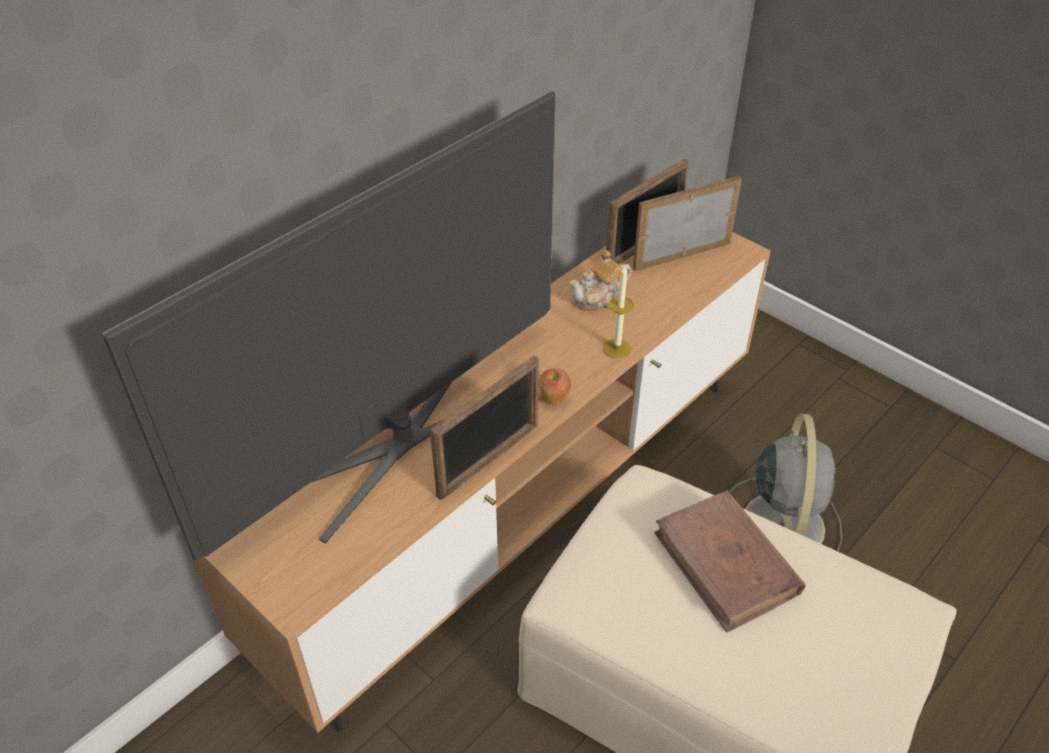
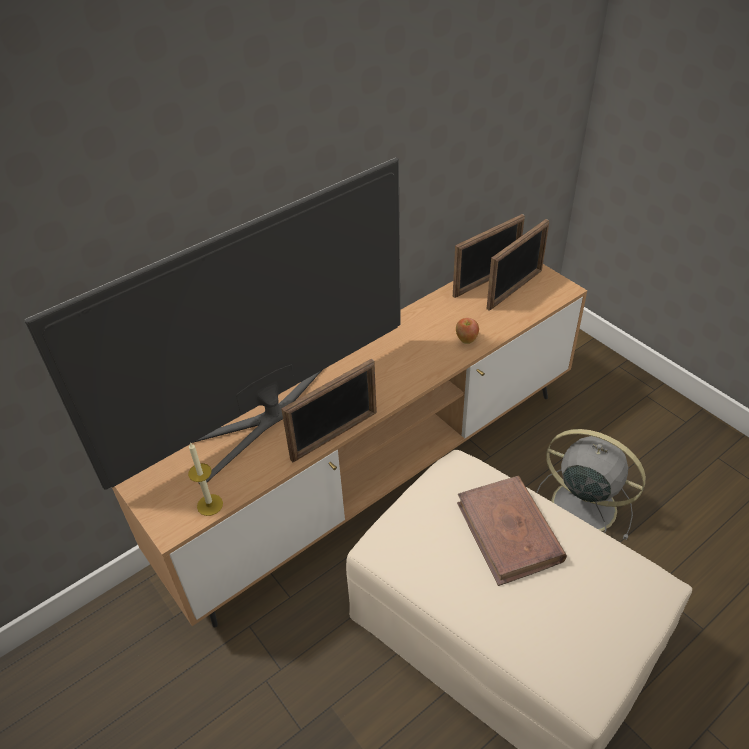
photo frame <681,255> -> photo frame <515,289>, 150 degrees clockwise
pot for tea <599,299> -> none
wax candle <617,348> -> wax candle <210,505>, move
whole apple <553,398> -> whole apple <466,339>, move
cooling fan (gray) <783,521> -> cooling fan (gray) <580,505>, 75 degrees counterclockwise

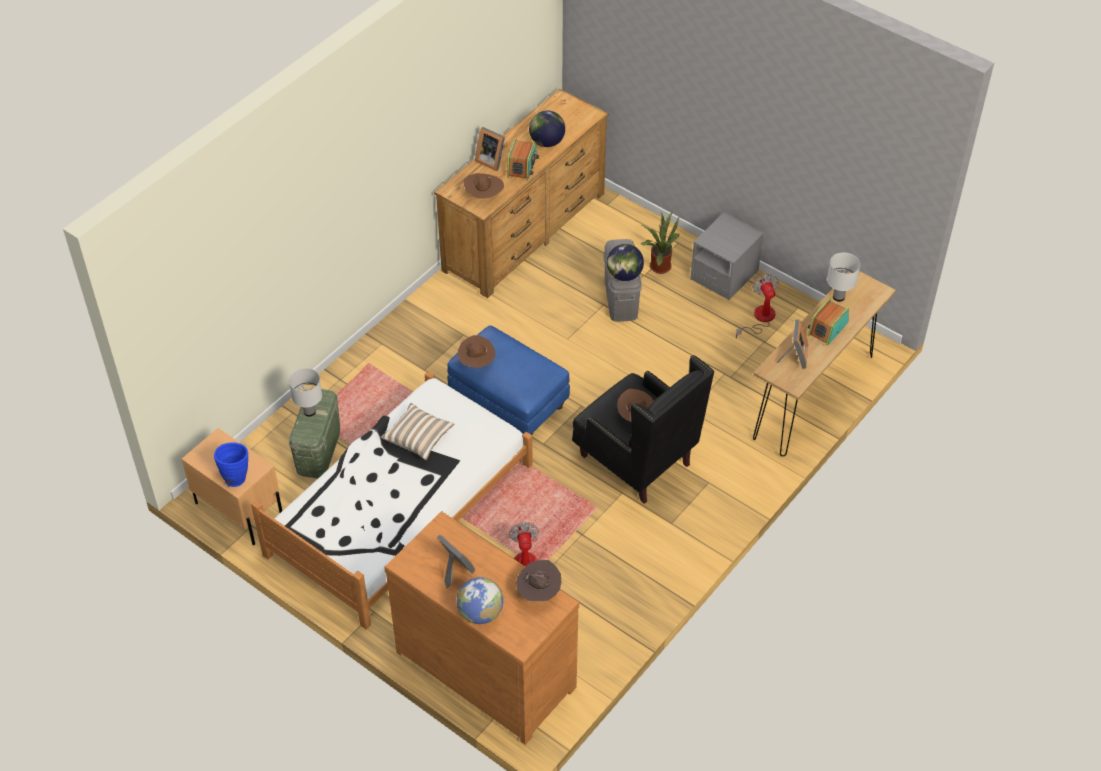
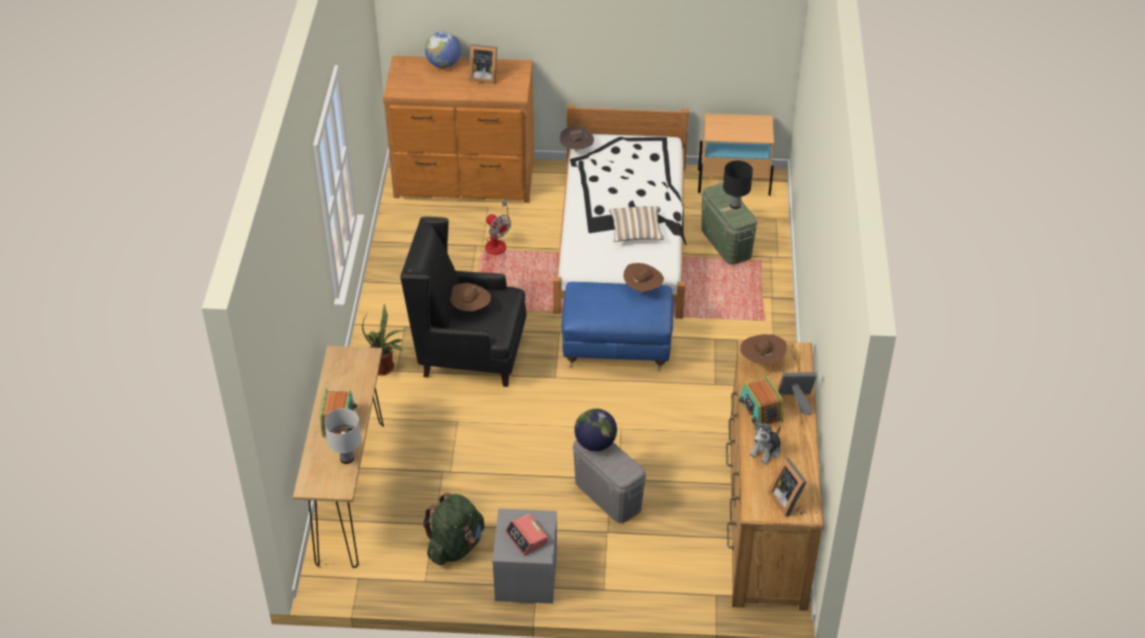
desk globe <547,142> -> plush toy <766,451>
plant in a pot <658,266> -> plant in a pot <385,368>, move
cooling fan <759,319> -> rucksack (green-coloured) <455,546>
photo frame <794,357> -> photo frame <788,499>, move
lamp for a table (white-coloured) <309,412> -> lamp for a table (black-coloured) <735,205>
vase (bluish) <236,476> -> none
clothing hat (brown-coloured) <539,592> -> clothing hat (brown-coloured) <576,150>, move
none -> alarm clock <527,538>

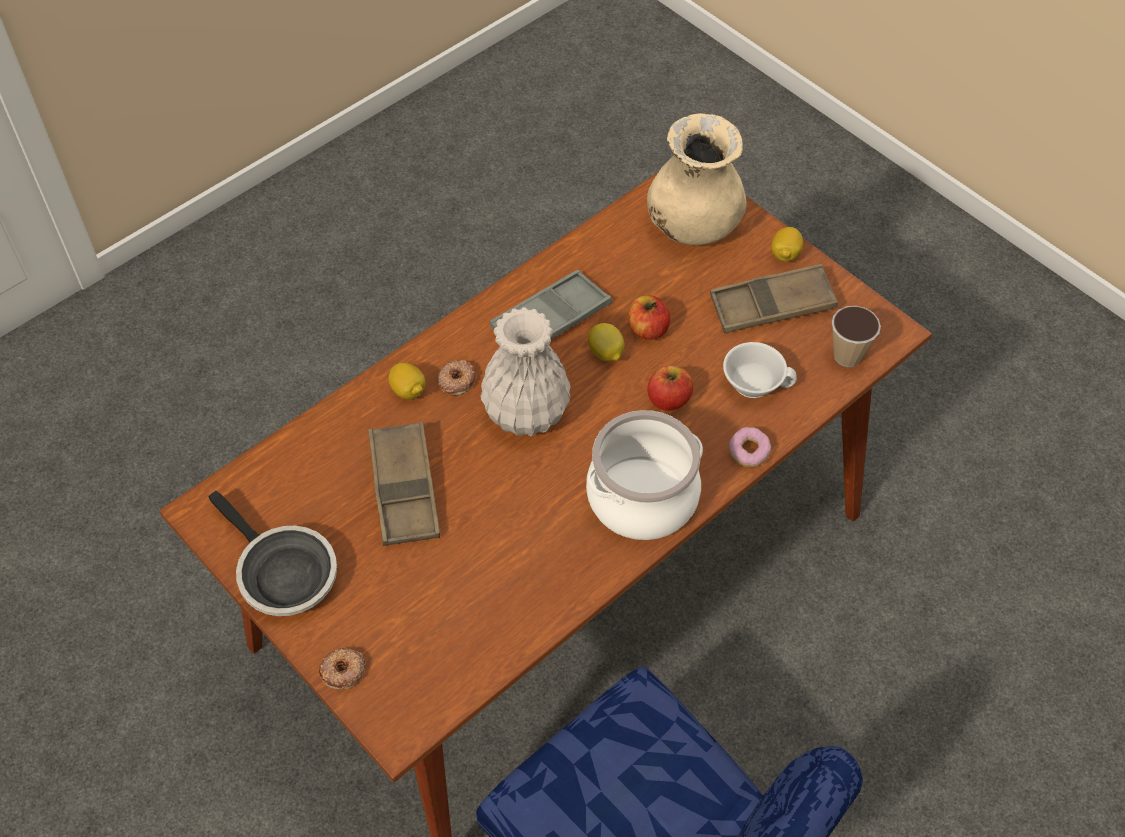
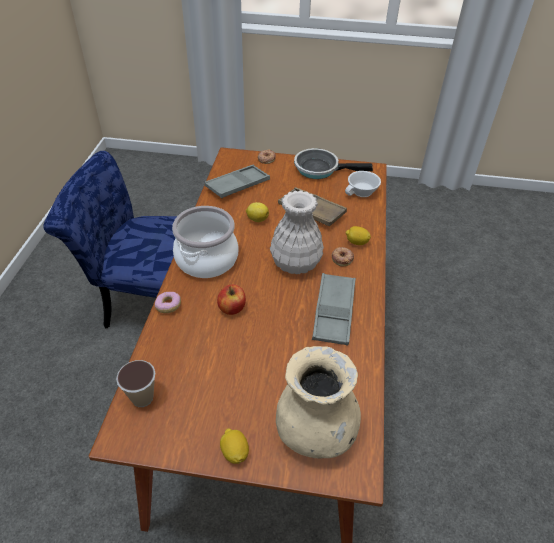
carrying tray (brown-coloured) <772,305> -> none
whole apple <648,329> -> none
lemon <606,353> -> lemon <257,219>, move
drinking cup (white-coloured) <754,381> -> drinking cup (white-coloured) <362,192>, move
none -> carrying tray (gray) <238,185>

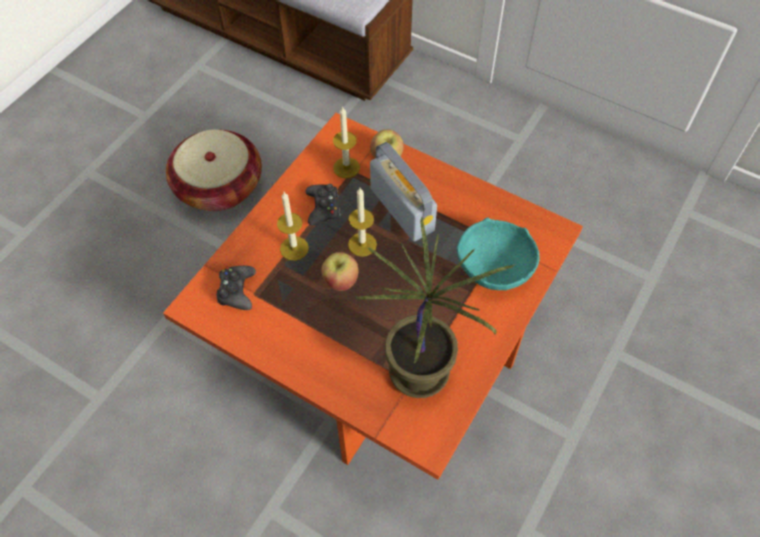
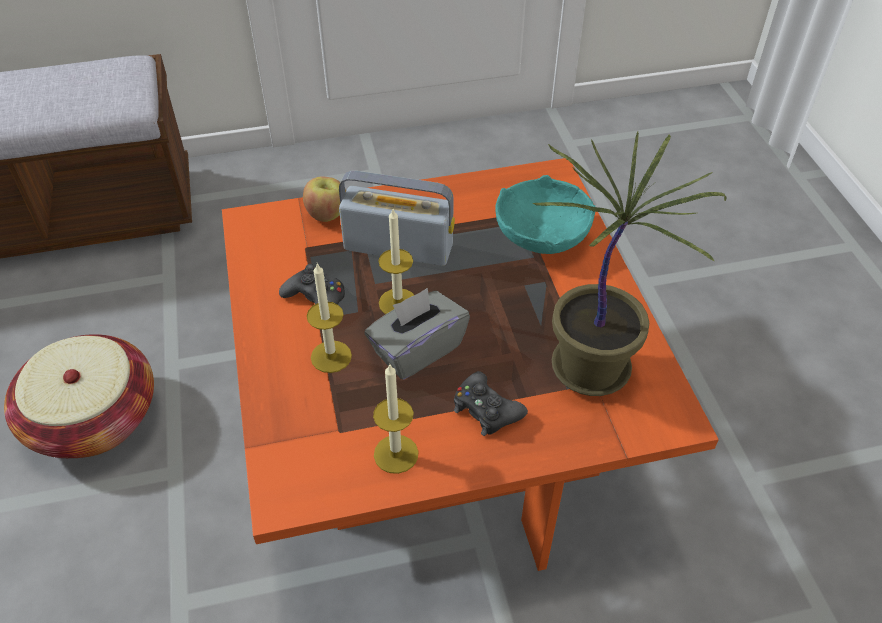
wax candle <346,167> -> wax candle <396,454>, move
whole apple <340,281> -> tissue holder (gray) <417,349>
joypad (black-coloured) <236,291> -> joypad (black-coloured) <486,410>, move

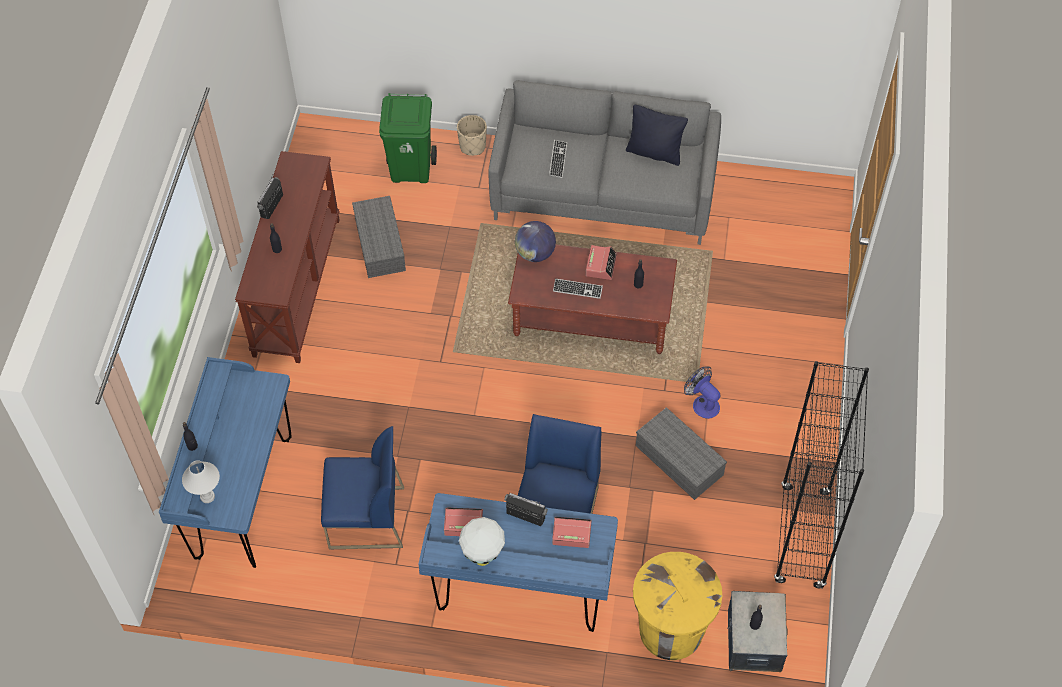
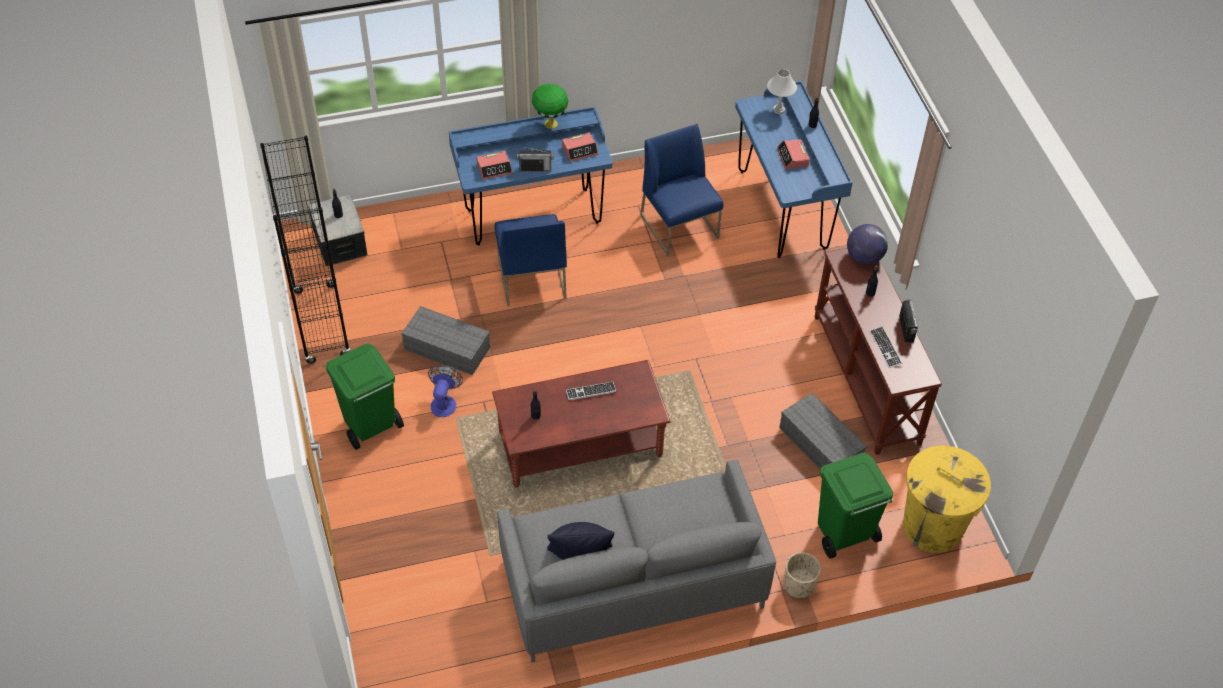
computer keyboard <558,159> -> computer keyboard <885,348>, move
desk globe <535,253> -> desk globe <864,257>, move
alarm clock <601,265> -> alarm clock <792,158>, move
cooling fan <702,403> -> cooling fan <444,402>, 105 degrees counterclockwise
chair (bluish) <366,518> -> chair (bluish) <680,226>, 90 degrees clockwise
lamp for a table (white-coloured) <483,558> -> lamp for a table (green-coloured) <550,124>
trash can (yellow-coloured) <671,630> -> trash can (yellow-coloured) <932,526>, move
none -> trash can (green-coloured) <370,426>

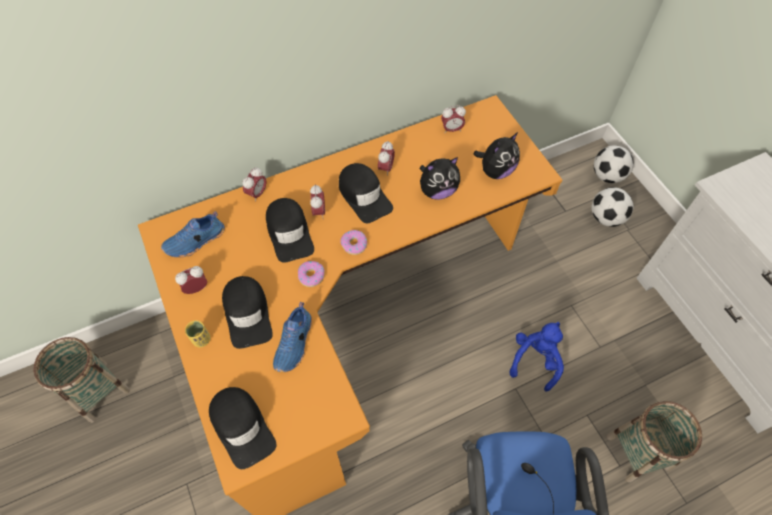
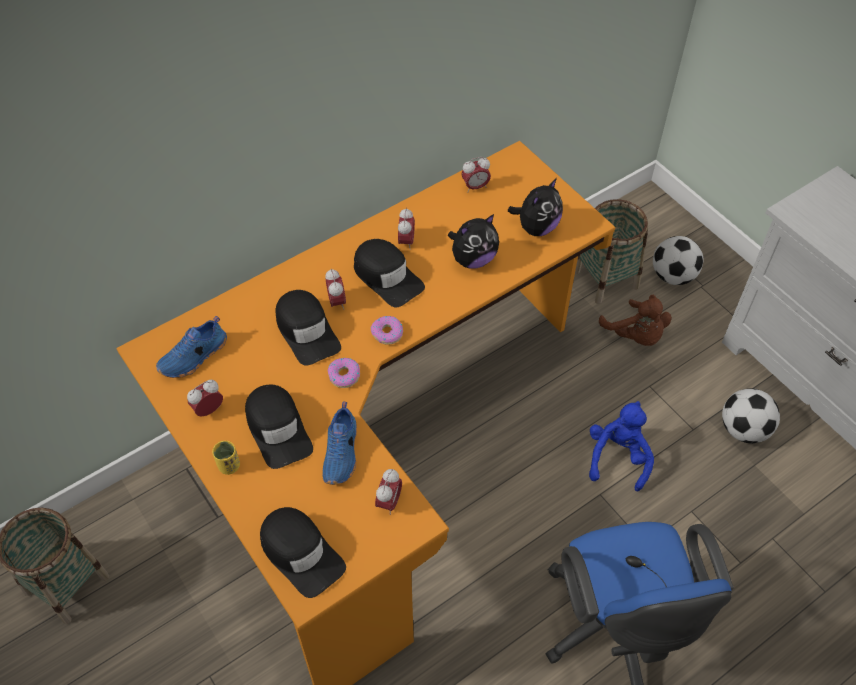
football <607,176> -> football <743,429>, move
alarm clock <257,193> -> alarm clock <389,502>, move
storage basket <638,452> -> storage basket <606,279>, move
none -> plush toy (brown-coloured) <635,335>

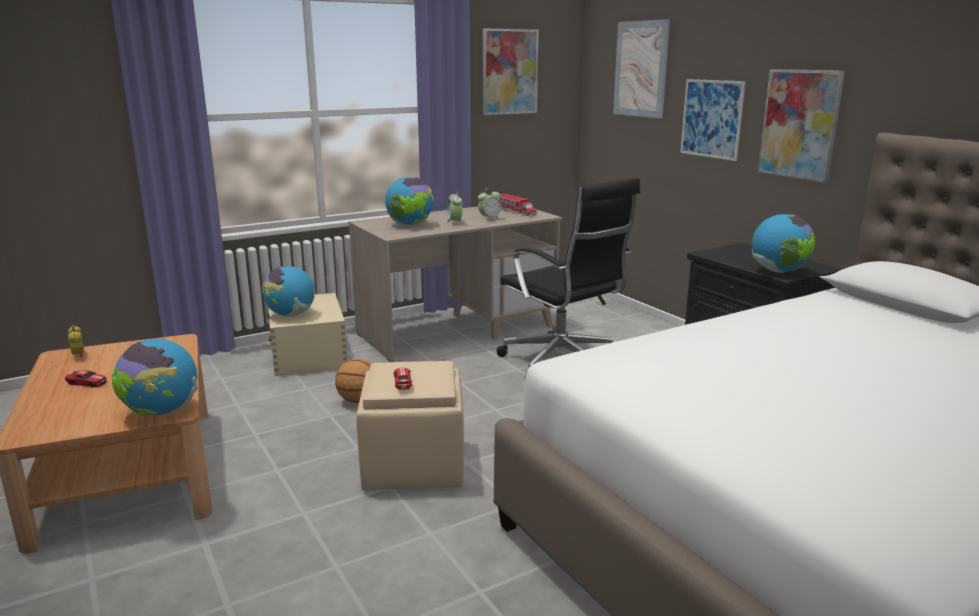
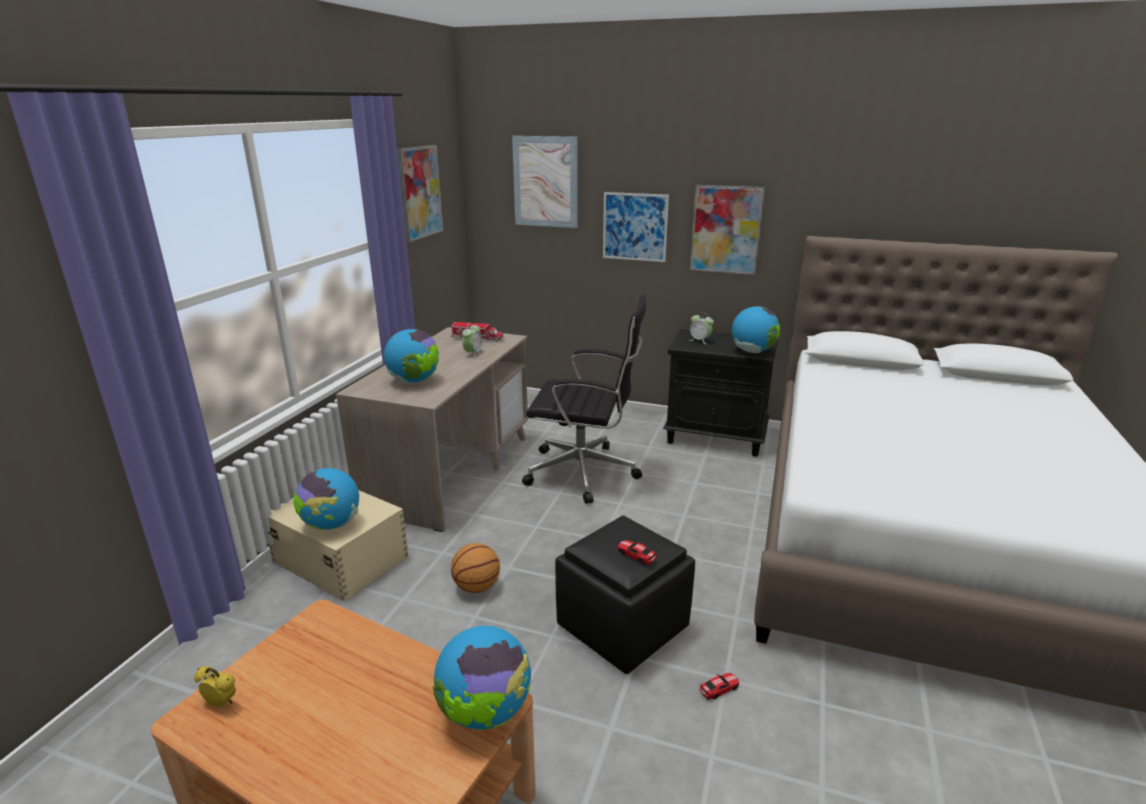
alarm clock <454,223> -> alarm clock <700,341>, move
footrest (sand-coloured) <413,466> -> footrest (black-coloured) <623,627>
toy car <87,383> -> toy car <719,688>, move

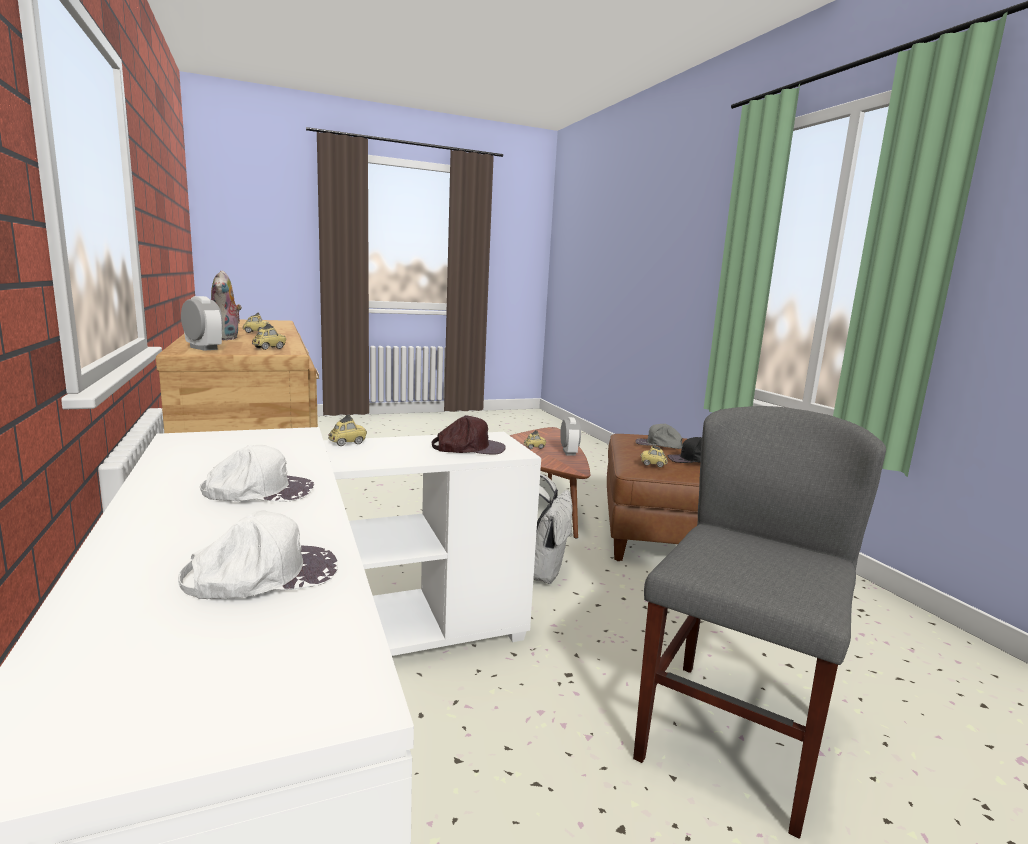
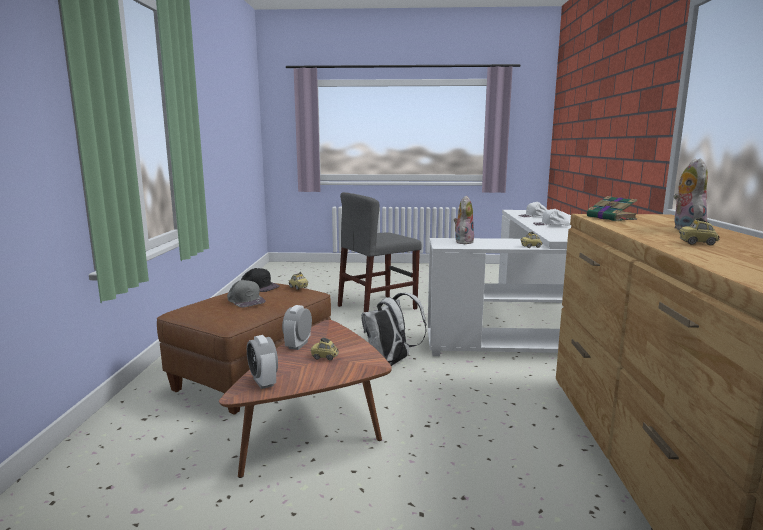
alarm clock <203,348> -> alarm clock <263,382>, move
toy car <269,348> -> book <612,218>
baseball cap (brown-coloured) <469,448> -> plush toy <463,242>

